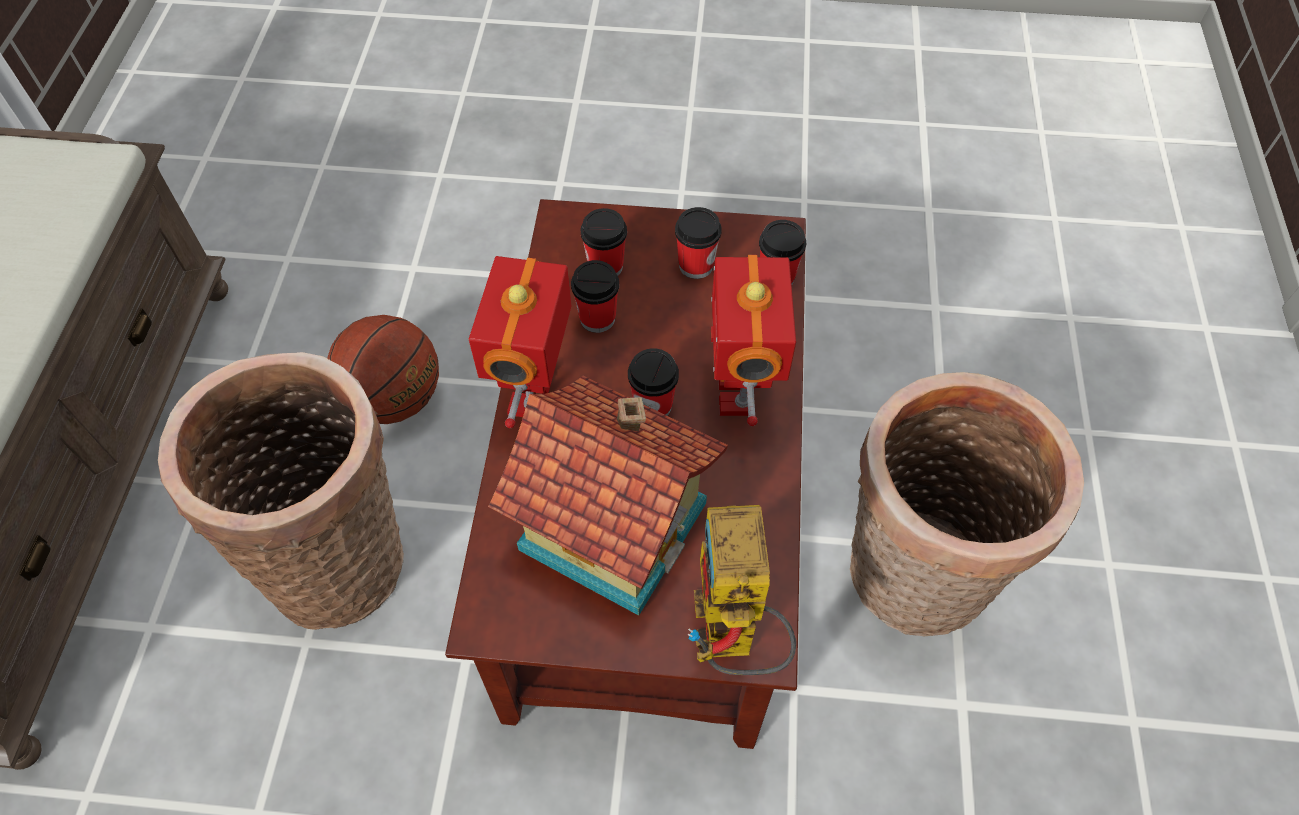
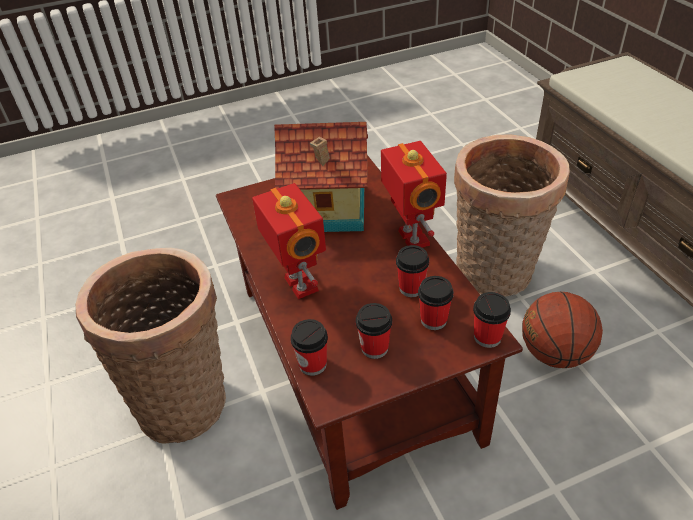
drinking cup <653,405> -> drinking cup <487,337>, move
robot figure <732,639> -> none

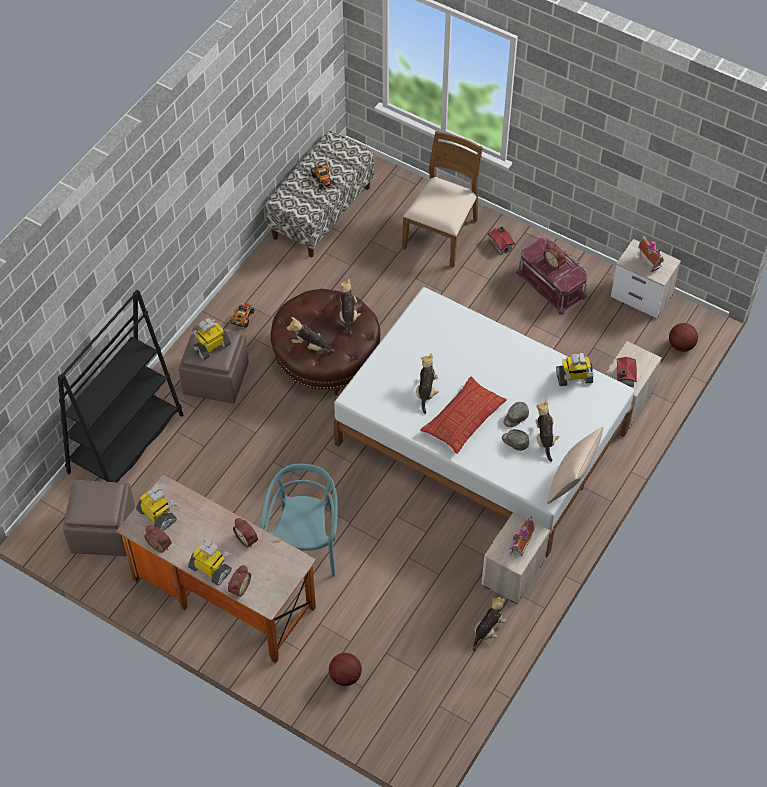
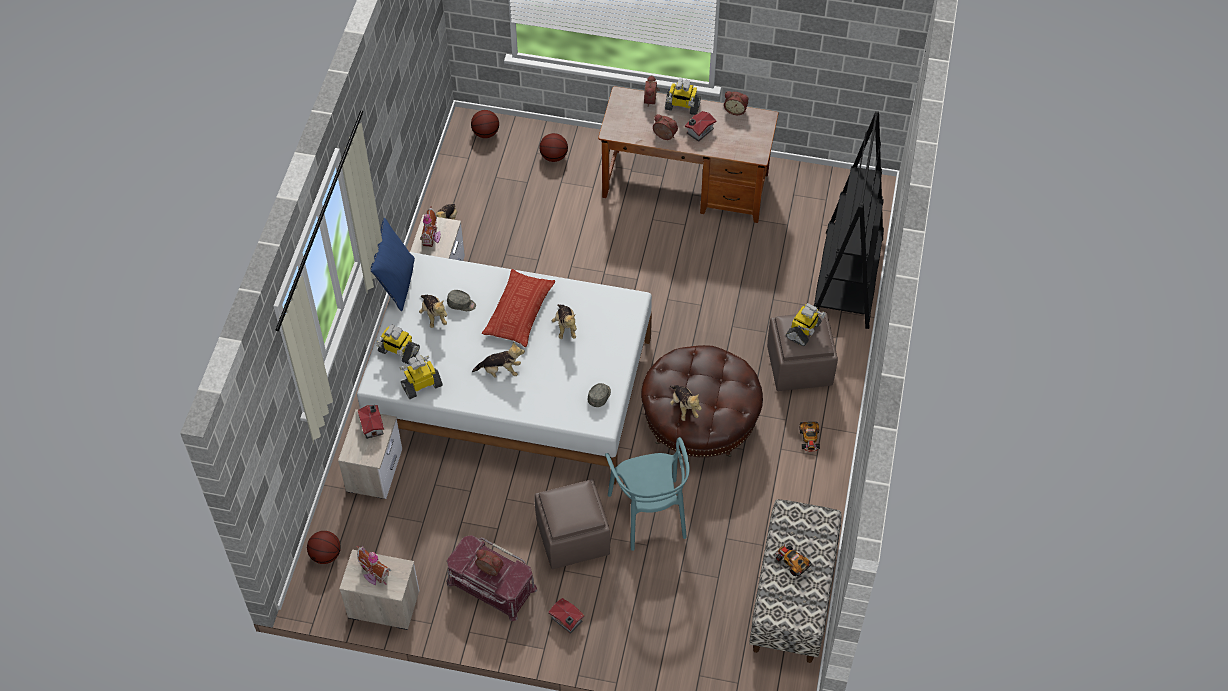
chair (brown-coloured) <442,234> -> none
plush toy <310,346> -> plush toy <500,371>, move
baseball cap (gray) <515,417> -> baseball cap (gray) <600,396>, move
throw pillow (sand-coloured) <571,482> -> throw pillow (bluish) <396,283>
chair (blue-green) <304,546> -> chair (blue-green) <649,514>, move
footrest (brown-coloured) <102,531> -> footrest (brown-coloured) <573,536>, move
robot figure <158,515> -> robot figure <398,351>, move
none -> basketball ball <486,133>
none -> toy house <699,131>

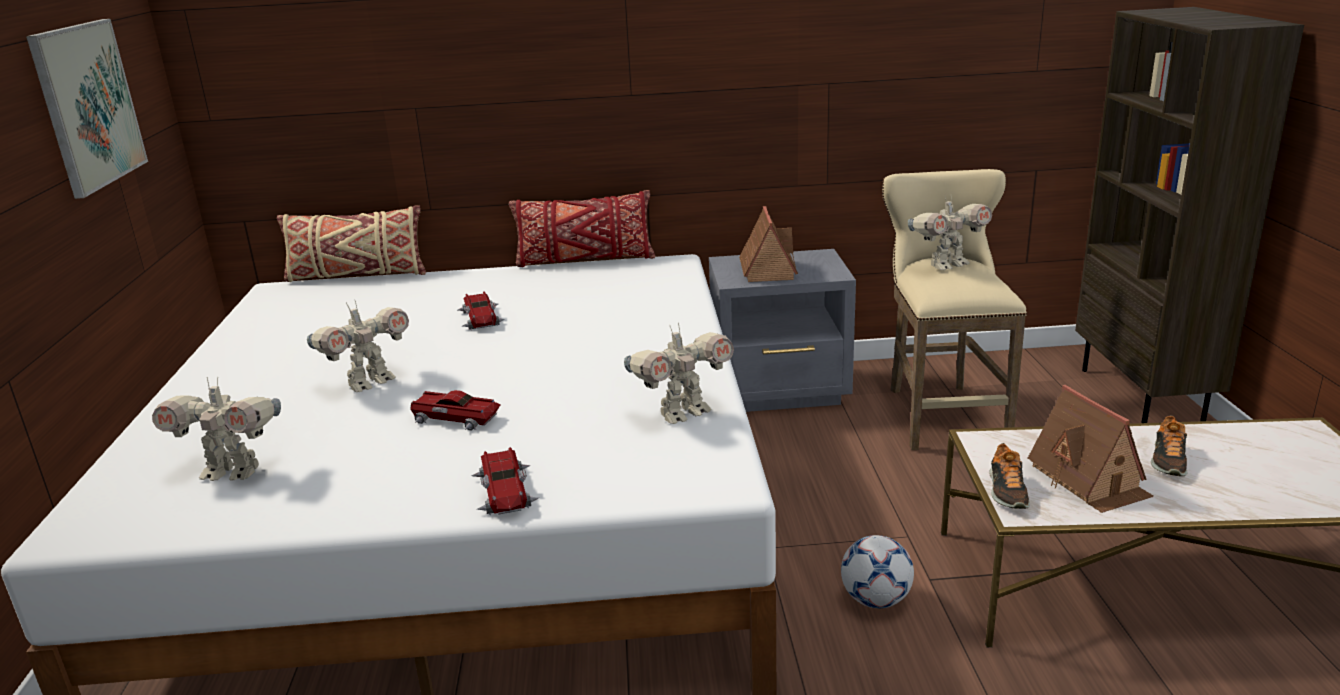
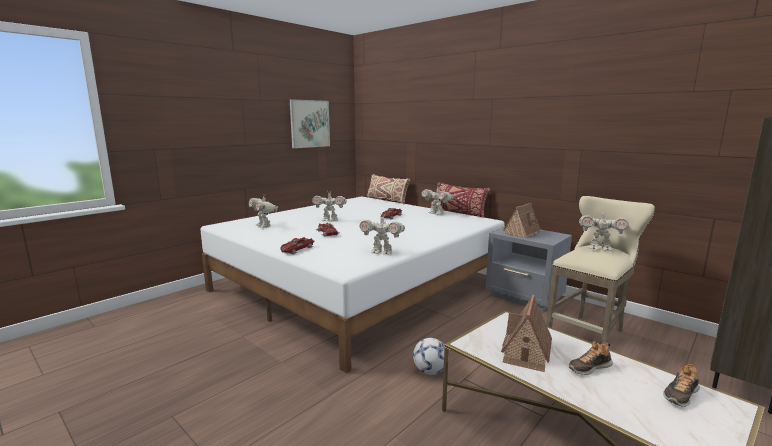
shoe <1006,491> -> shoe <680,394>, move
none -> robot figure <436,213>

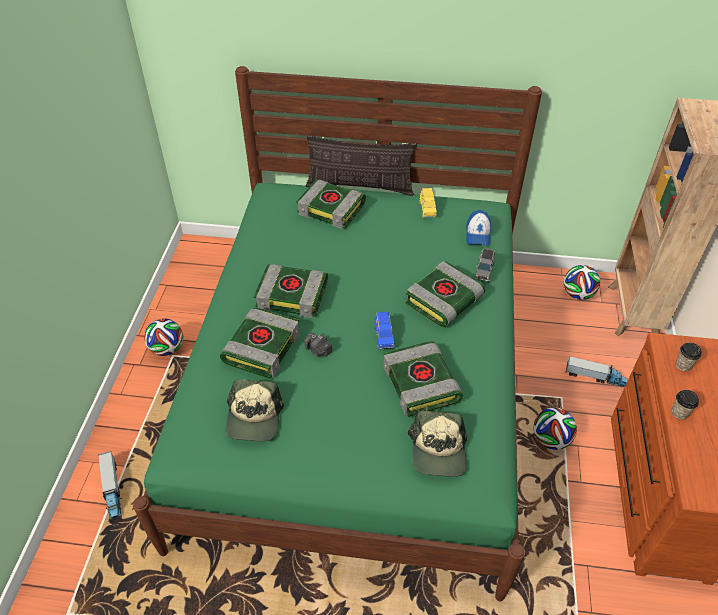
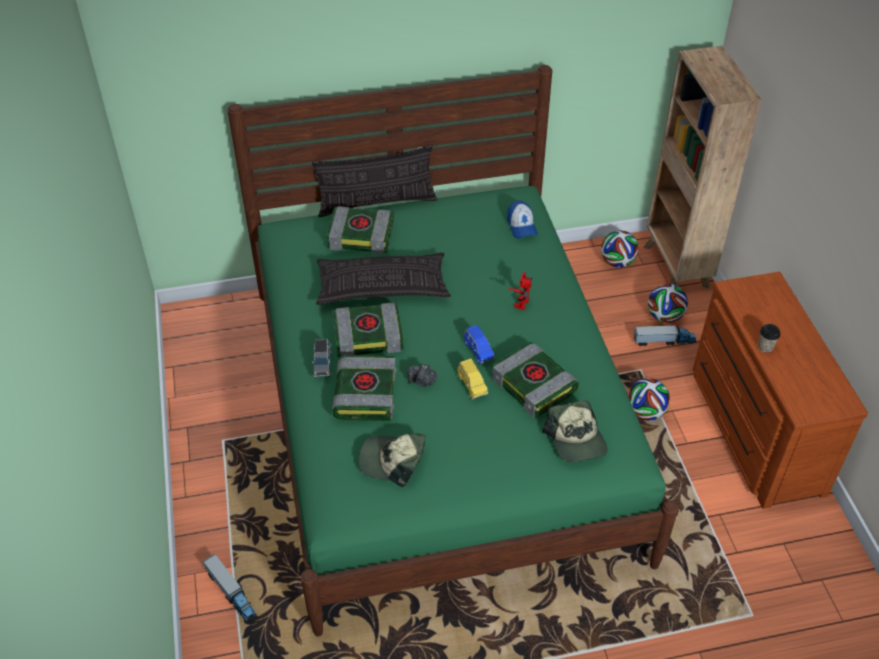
toy car (yellow-coloured) <427,209> -> toy car (yellow-coloured) <472,385>, move
toy car (gray) <484,271> -> toy car (gray) <322,364>, move
book <444,301> -> robot figure <519,302>
football <167,349> -> football <664,316>, move
drinking cup <683,365> -> none
baseball cap <254,418> -> baseball cap <393,461>, 120 degrees clockwise
none -> throw pillow <382,286>

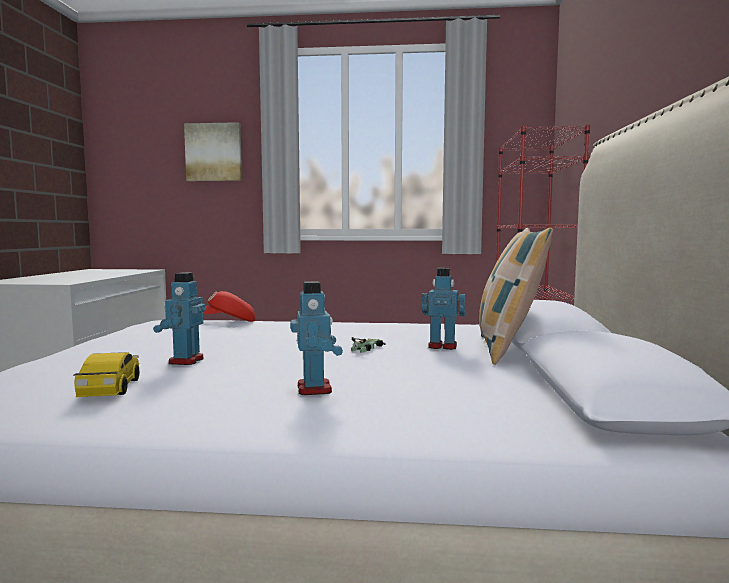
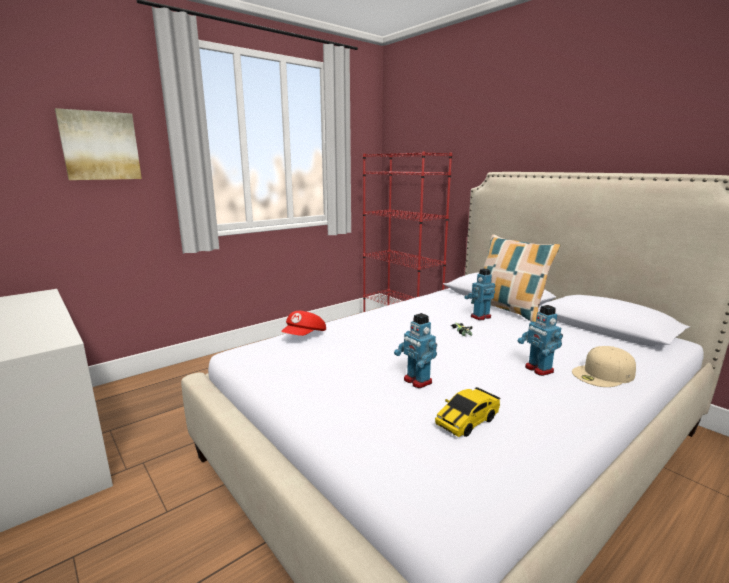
robot figure <315,389> -> robot figure <538,369>, 150 degrees counterclockwise
toy car <110,388> -> toy car <467,421>, 75 degrees counterclockwise
none -> baseball cap (sand-coloured) <603,374>

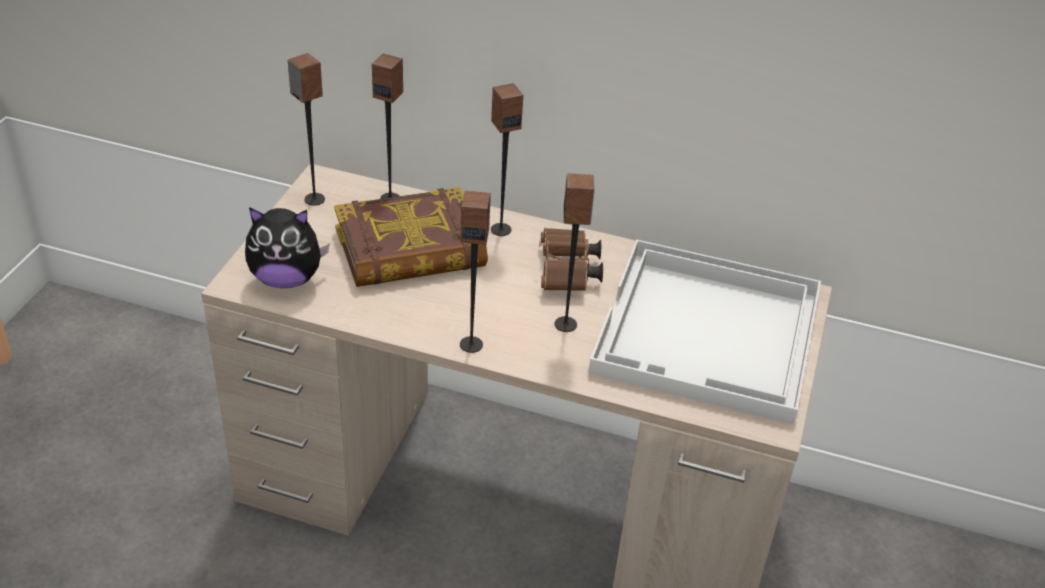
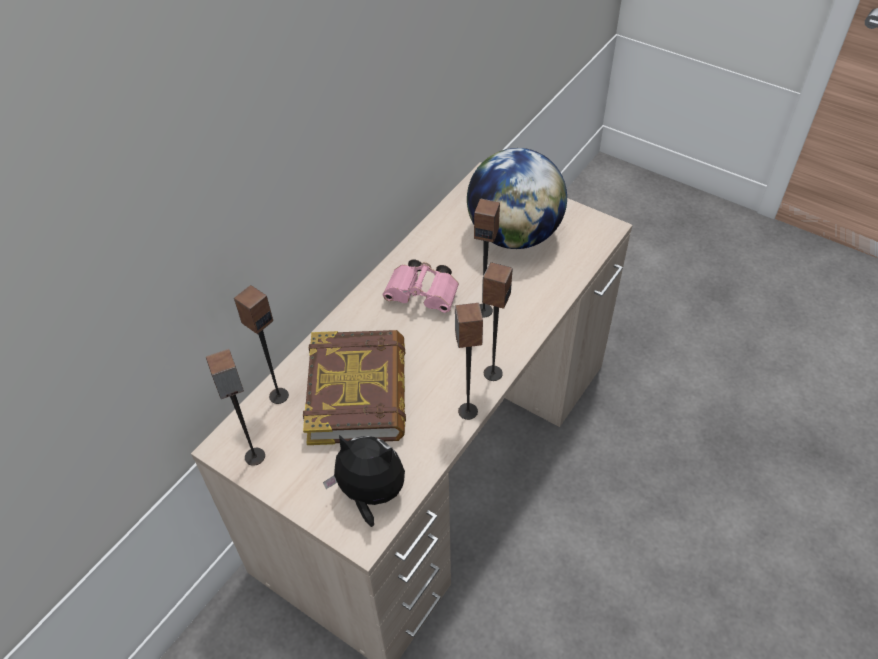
loudspeaker <500,229> -> loudspeaker <467,411>, move
plush toy <286,279> -> plush toy <370,494>, 90 degrees counterclockwise
binoculars (brown-coloured) <567,274> -> binoculars (pinkish) <424,296>
carrying tray (white-coloured) <709,334> -> desk globe <514,235>

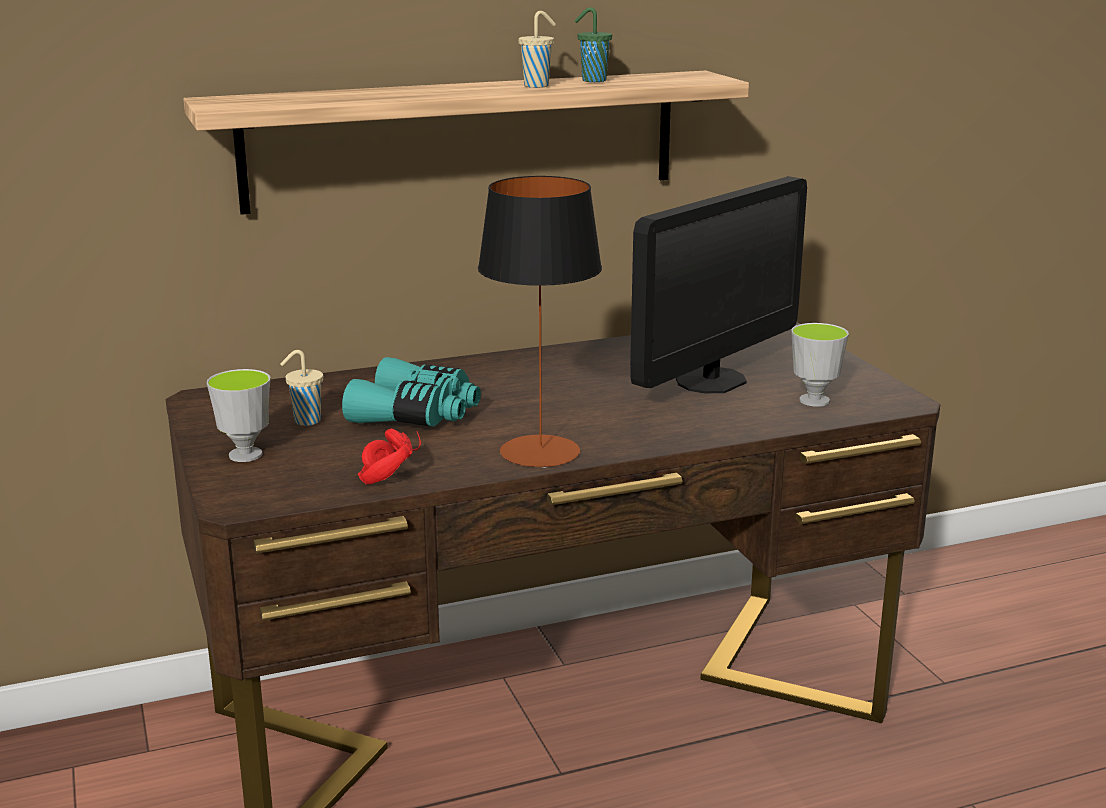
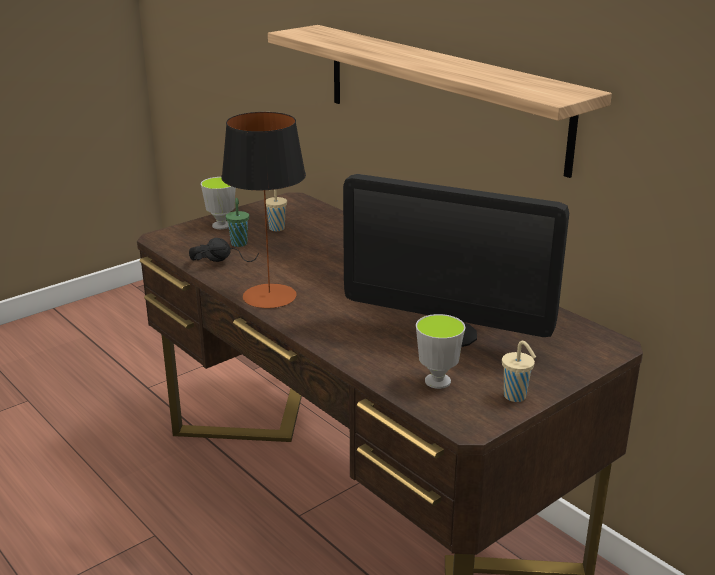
drinking cup (green-coloured) <592,81> -> drinking cup (green-coloured) <239,243>, move
drinking cup (sand-coloured) <538,86> -> drinking cup (sand-coloured) <516,397>, move
binoculars (blue-green) <417,415> -> none
headphones (red) <390,467> -> headphones (black-coloured) <223,261>

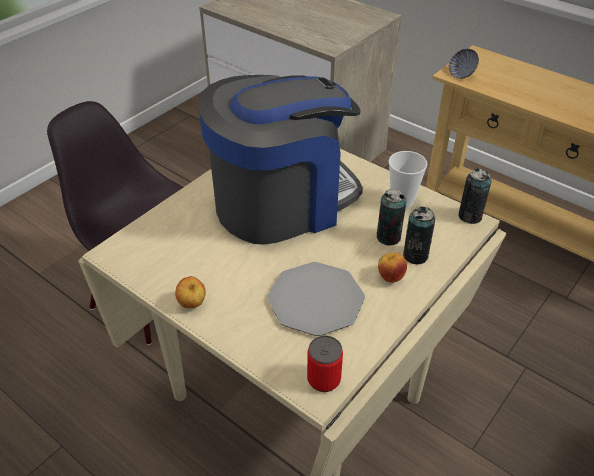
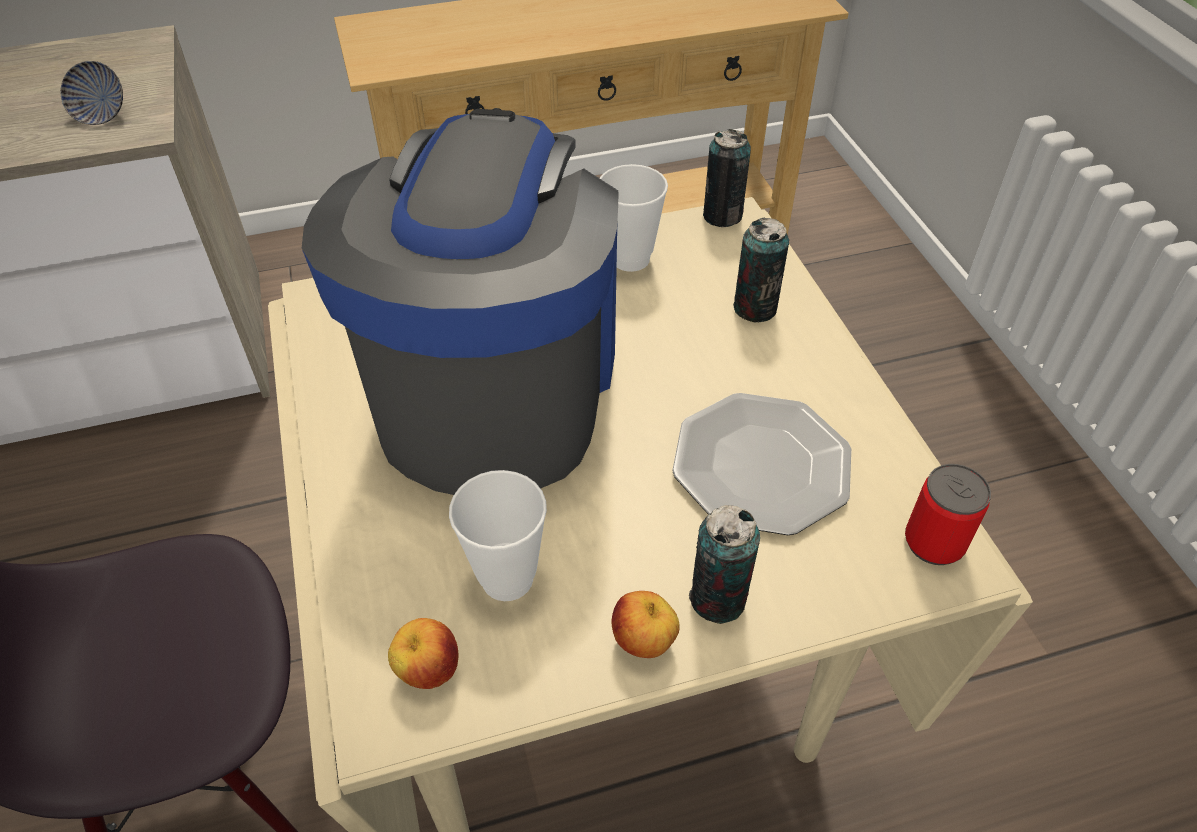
bowl <461,74> -> bowl <101,115>, move
can <388,237> -> can <718,599>, move
whole apple <390,277> -> whole apple <428,670>, move
none -> drinking cup <507,578>

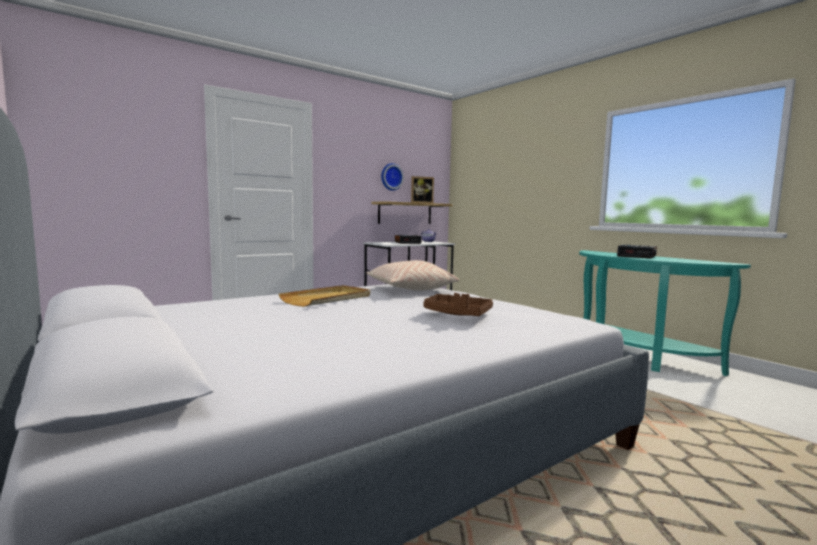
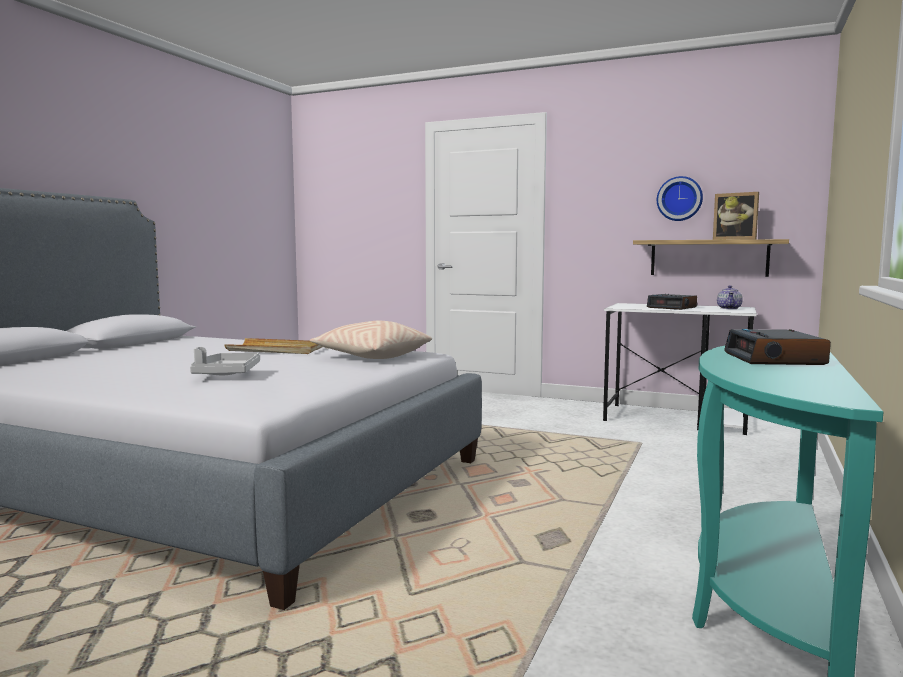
carrying tray (brown-coloured) <457,314> -> carrying tray (gray) <227,374>

